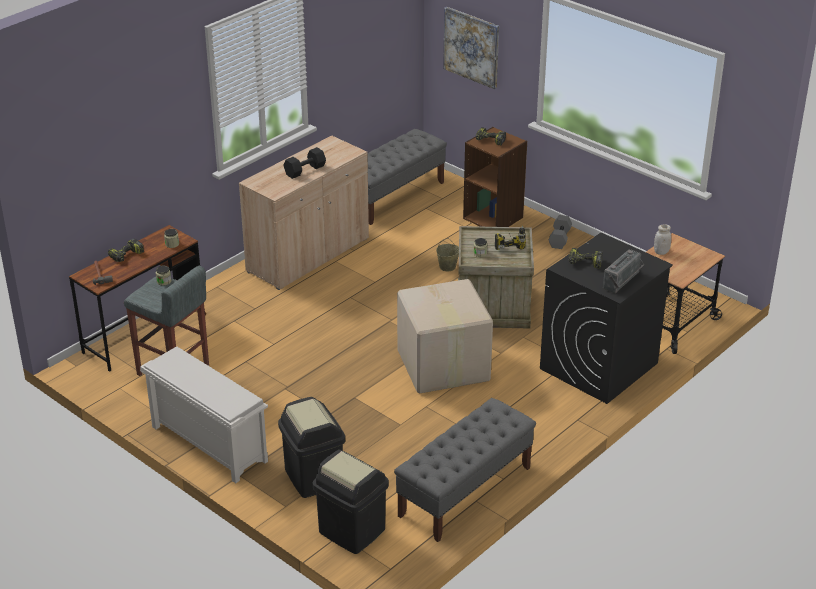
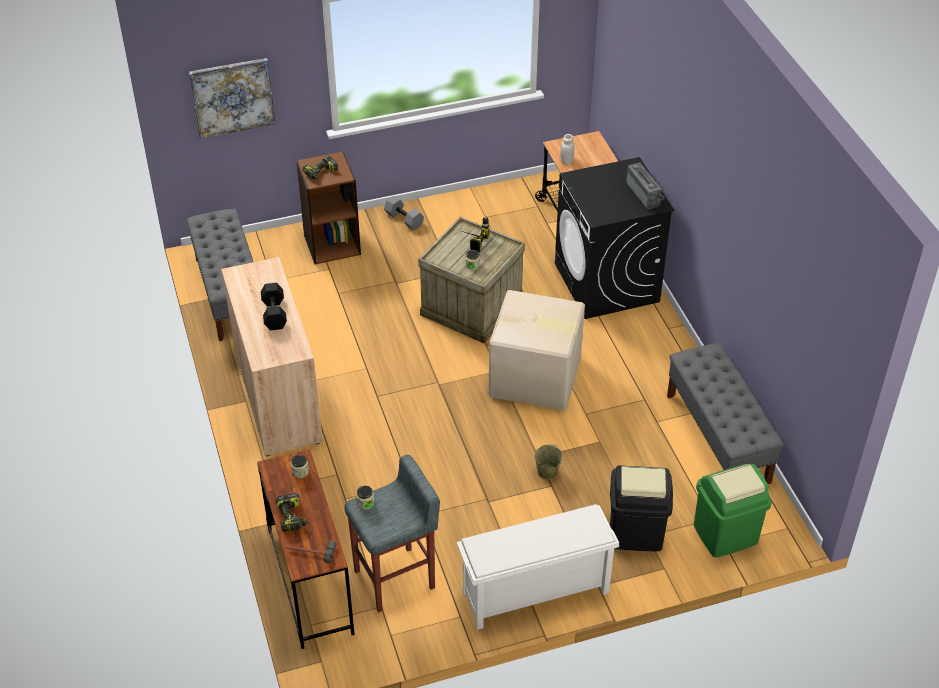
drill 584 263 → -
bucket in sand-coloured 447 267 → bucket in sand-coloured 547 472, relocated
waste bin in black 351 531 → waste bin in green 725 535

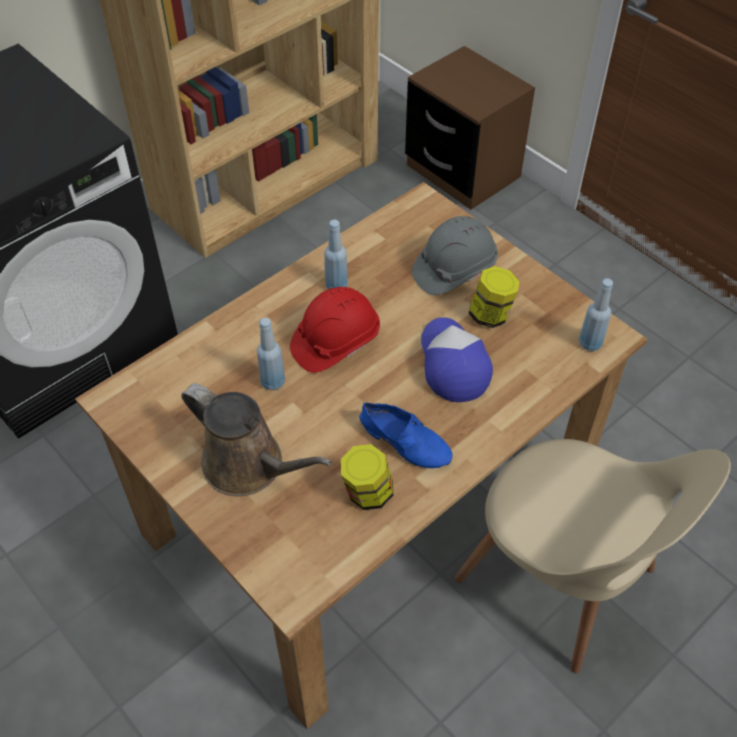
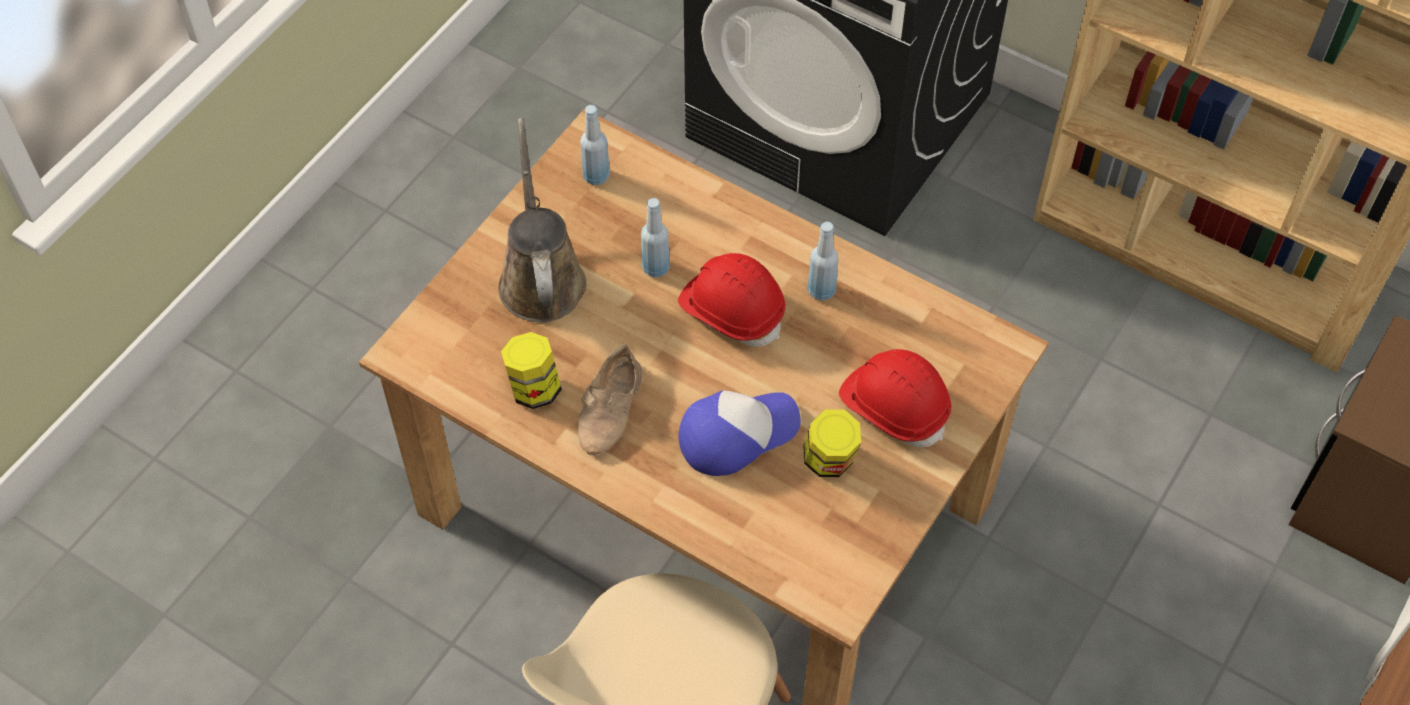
bottle in blue-coloured 590 343 → bottle in blue-coloured 596 176, relocated
low shoe in blue-coloured 406 440 → low shoe in sand-coloured 612 409
work helmet in grey 454 269 → work helmet in red 894 407
sprinkling can in brownish 249 466 → sprinkling can in brownish 541 277, 150 degrees clockwise

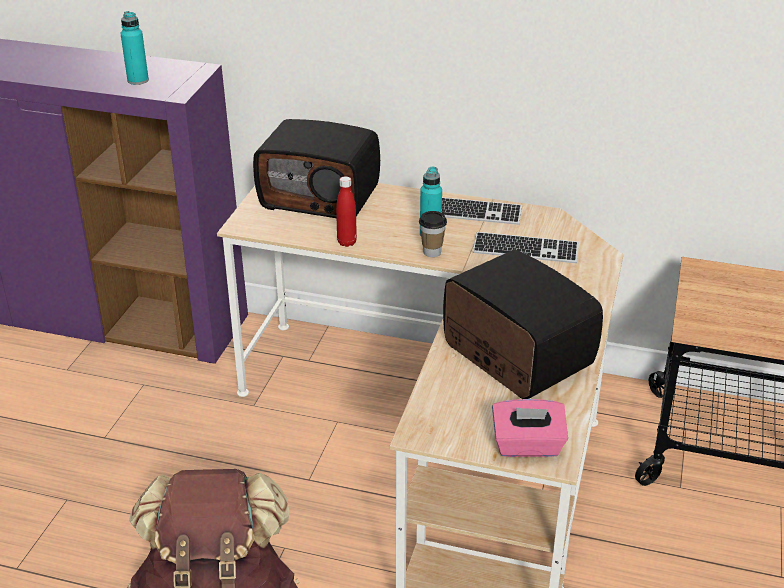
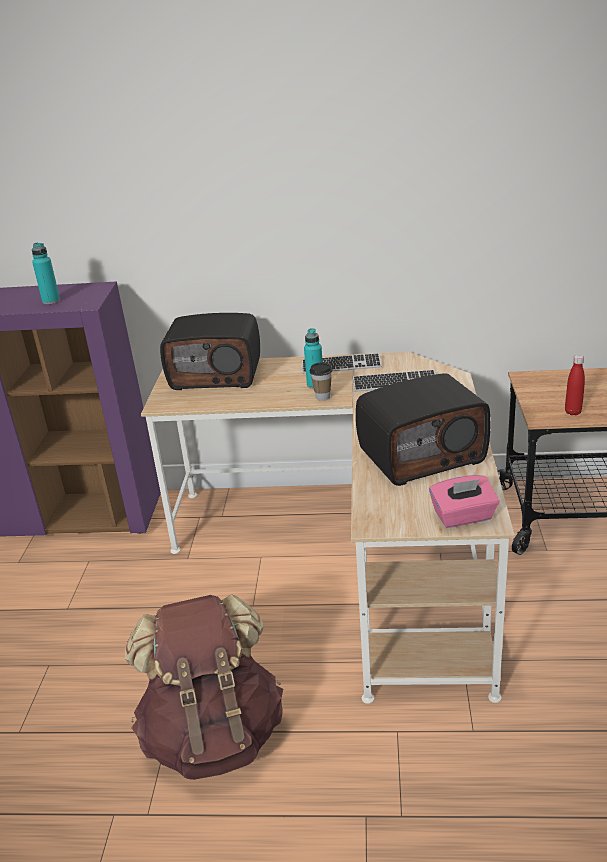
bottle in red 347 242 → bottle in red 573 412, relocated
radio set 514 356 → radio set 421 455, 120 degrees clockwise

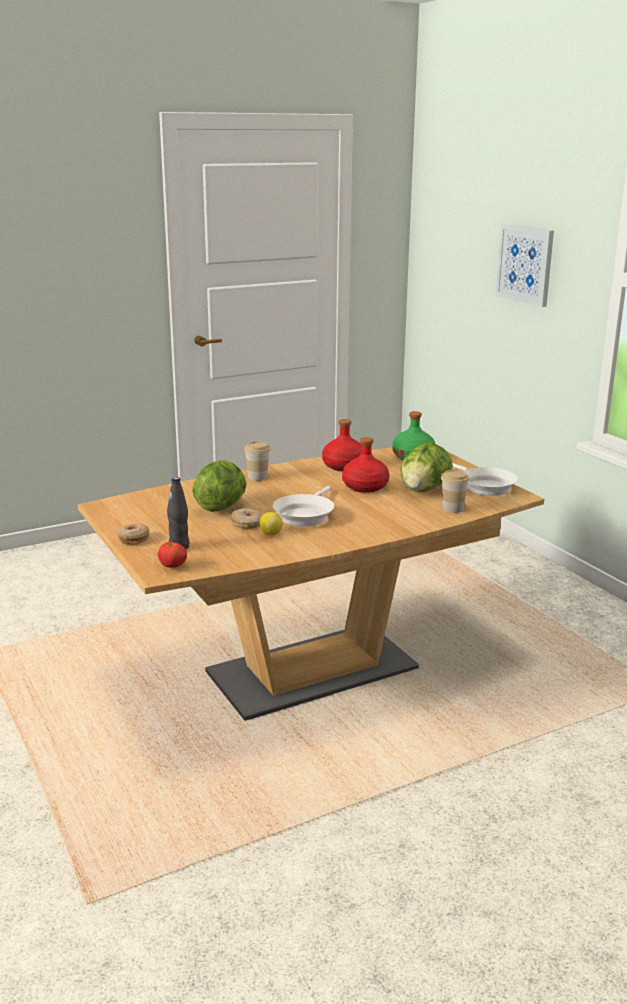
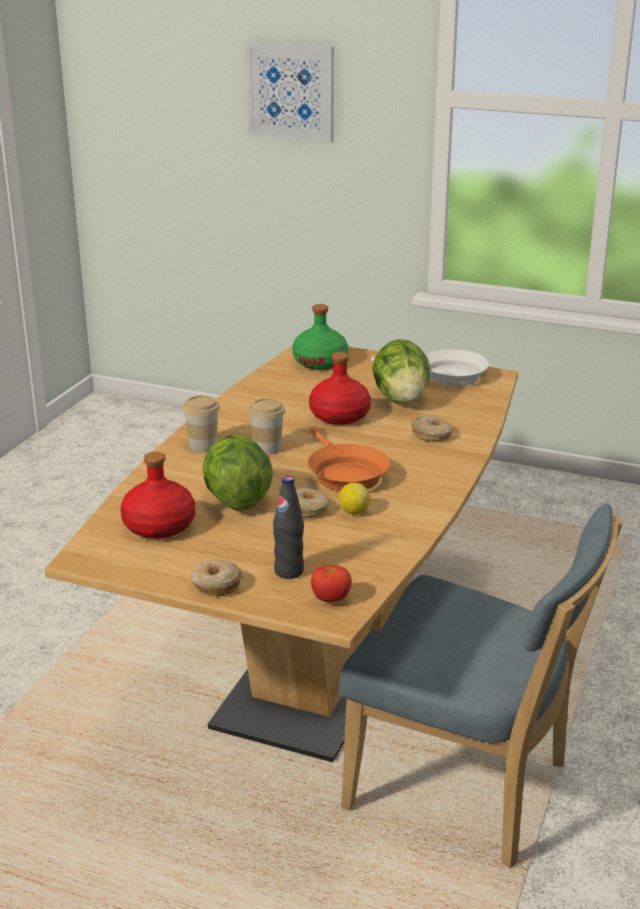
- → upright chair in blue-coloured 467 789
- → doughnut 432 435
bottle in red 344 466 → bottle in red 159 525, relocated
small cup 453 508 → small cup 267 448, relocated
pan in whitish 305 515 → pan in orange-coloured 344 474

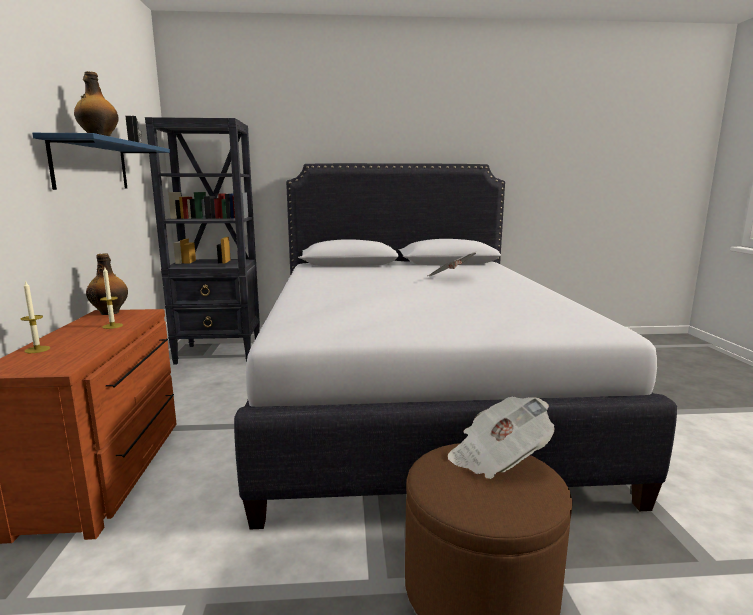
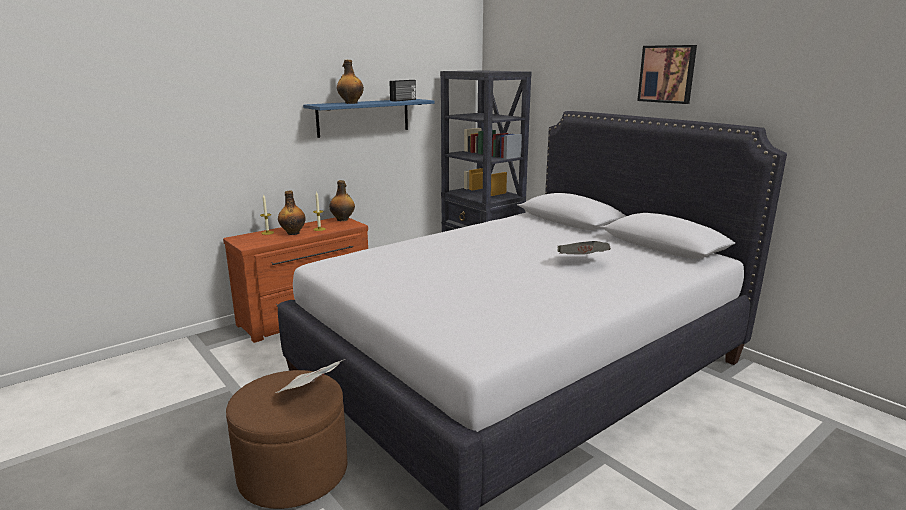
- → bottle 293 233
- → picture 667 74

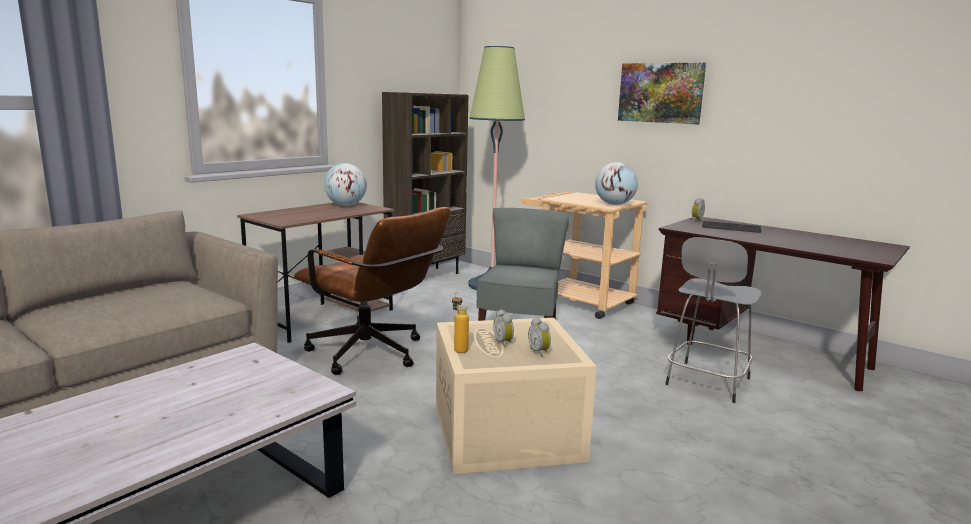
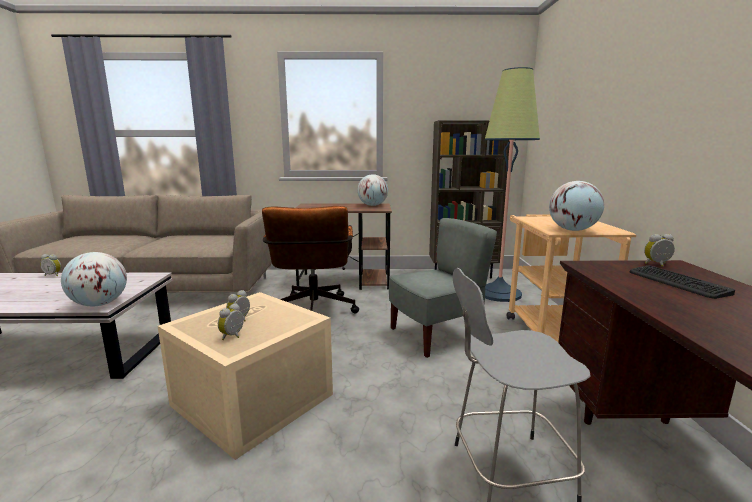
bottle 458 348 → -
picture 660 93 → -
- → table clock 53 275
- → desk globe 99 304

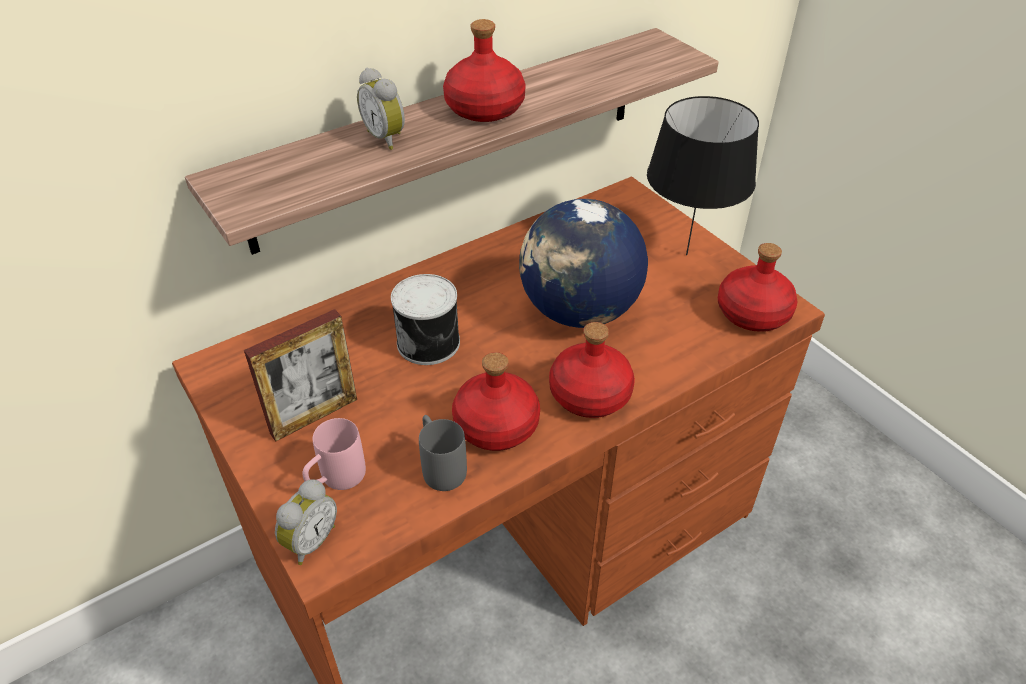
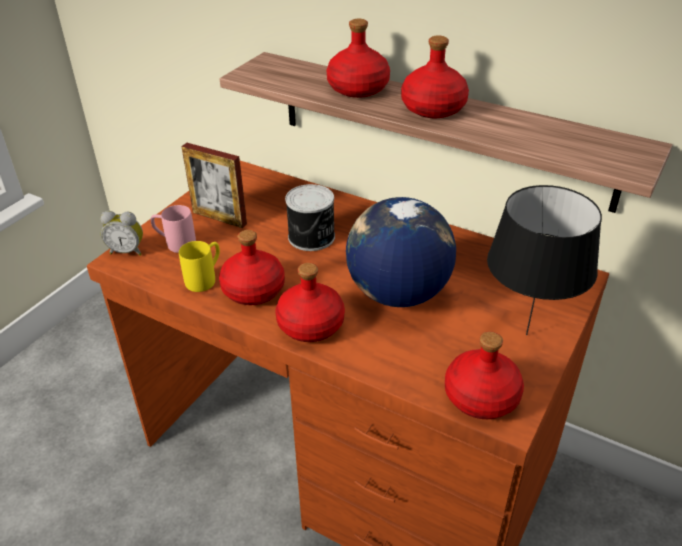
table clock 387 138 → bottle in red 358 89
tea mug in grey 440 466 → tea mug in yellow-coloured 205 278

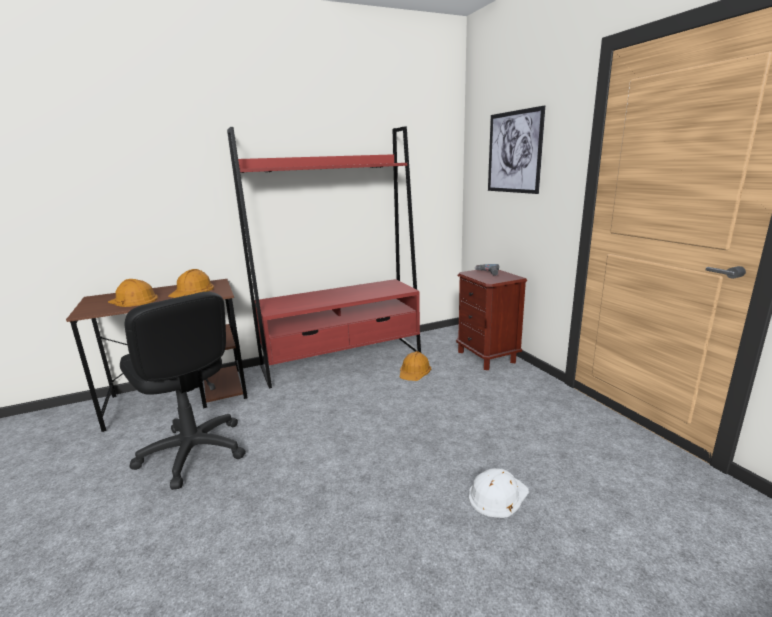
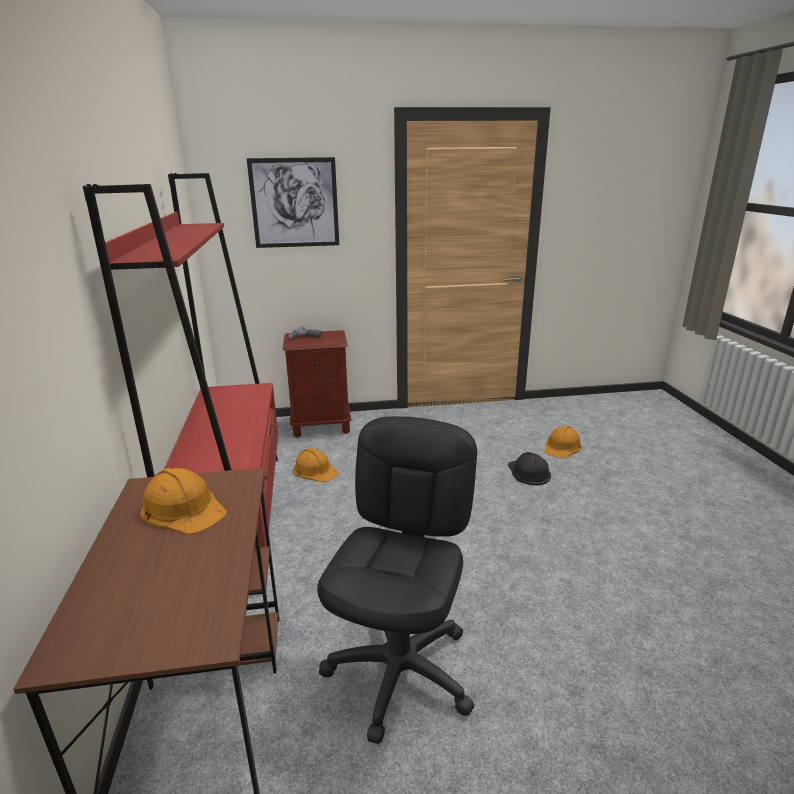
work helmet in orange-coloured 133 300 → work helmet in orange-coloured 562 447, relocated
work helmet in whitish 497 495 → work helmet in black 528 472
office chair in black 193 452 → office chair in black 401 671, 45 degrees counterclockwise

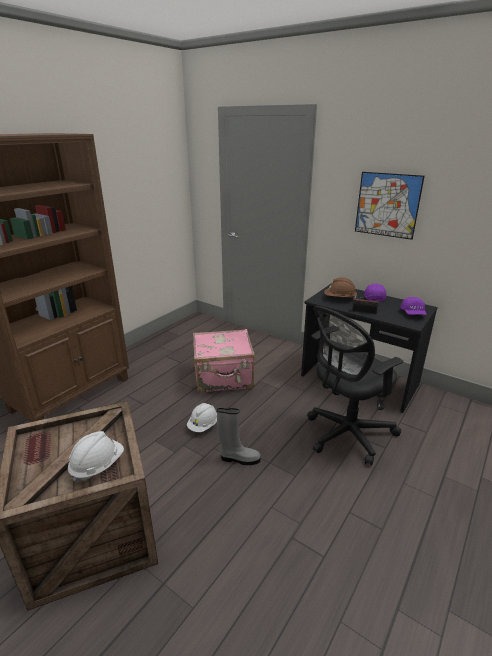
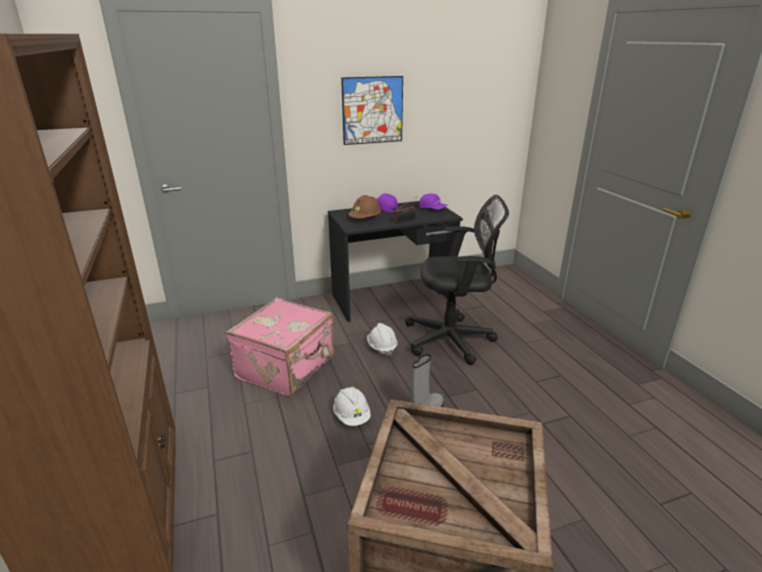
work helmet in whitish 97 465 → work helmet in whitish 381 347, relocated
office chair in black 346 435 → office chair in black 453 340, 90 degrees counterclockwise

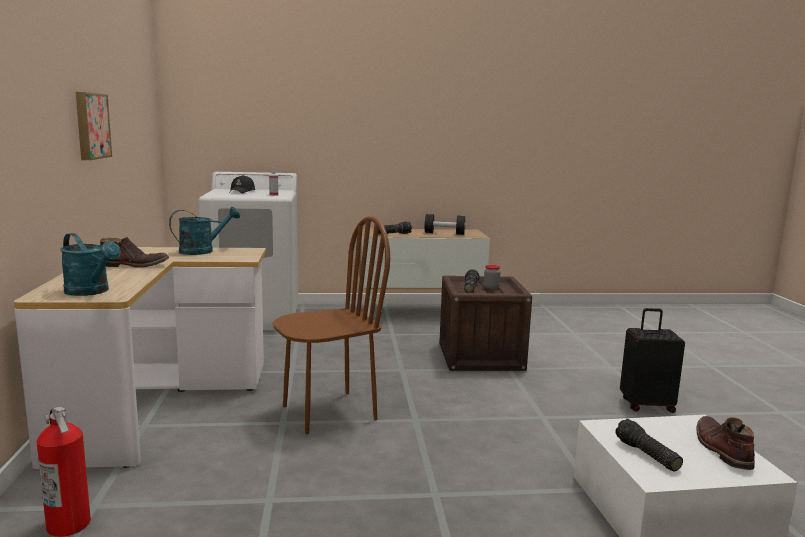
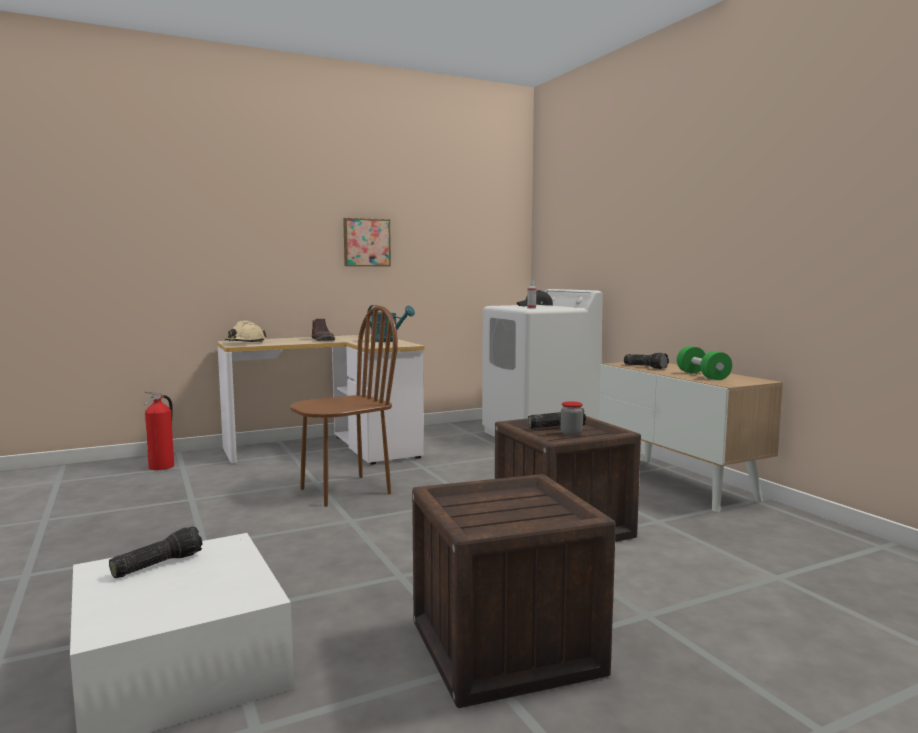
tall boot in brownish 721 449 → -
sprinkling can in turquoise 91 292 → work helmet in sand-coloured 245 343
travel case in black 646 405 → packing crate 505 648
free weight in black 444 233 → free weight in green 702 376
upright chair in brownish 329 412 → upright chair in brownish 345 491, 75 degrees counterclockwise

